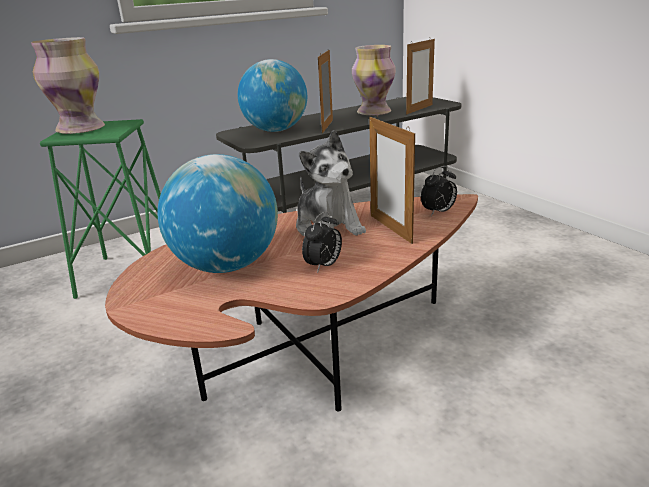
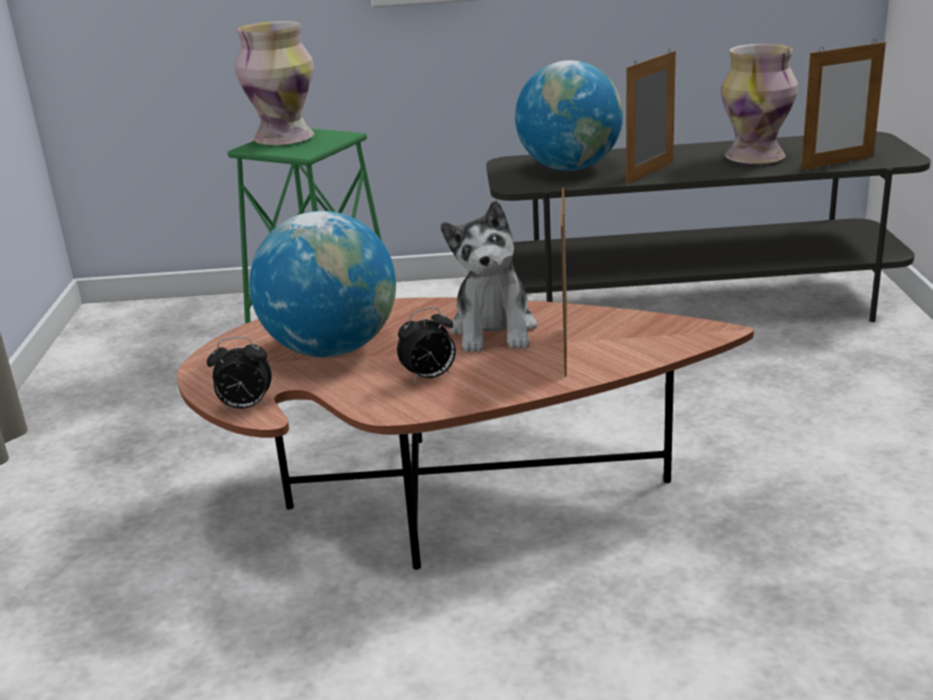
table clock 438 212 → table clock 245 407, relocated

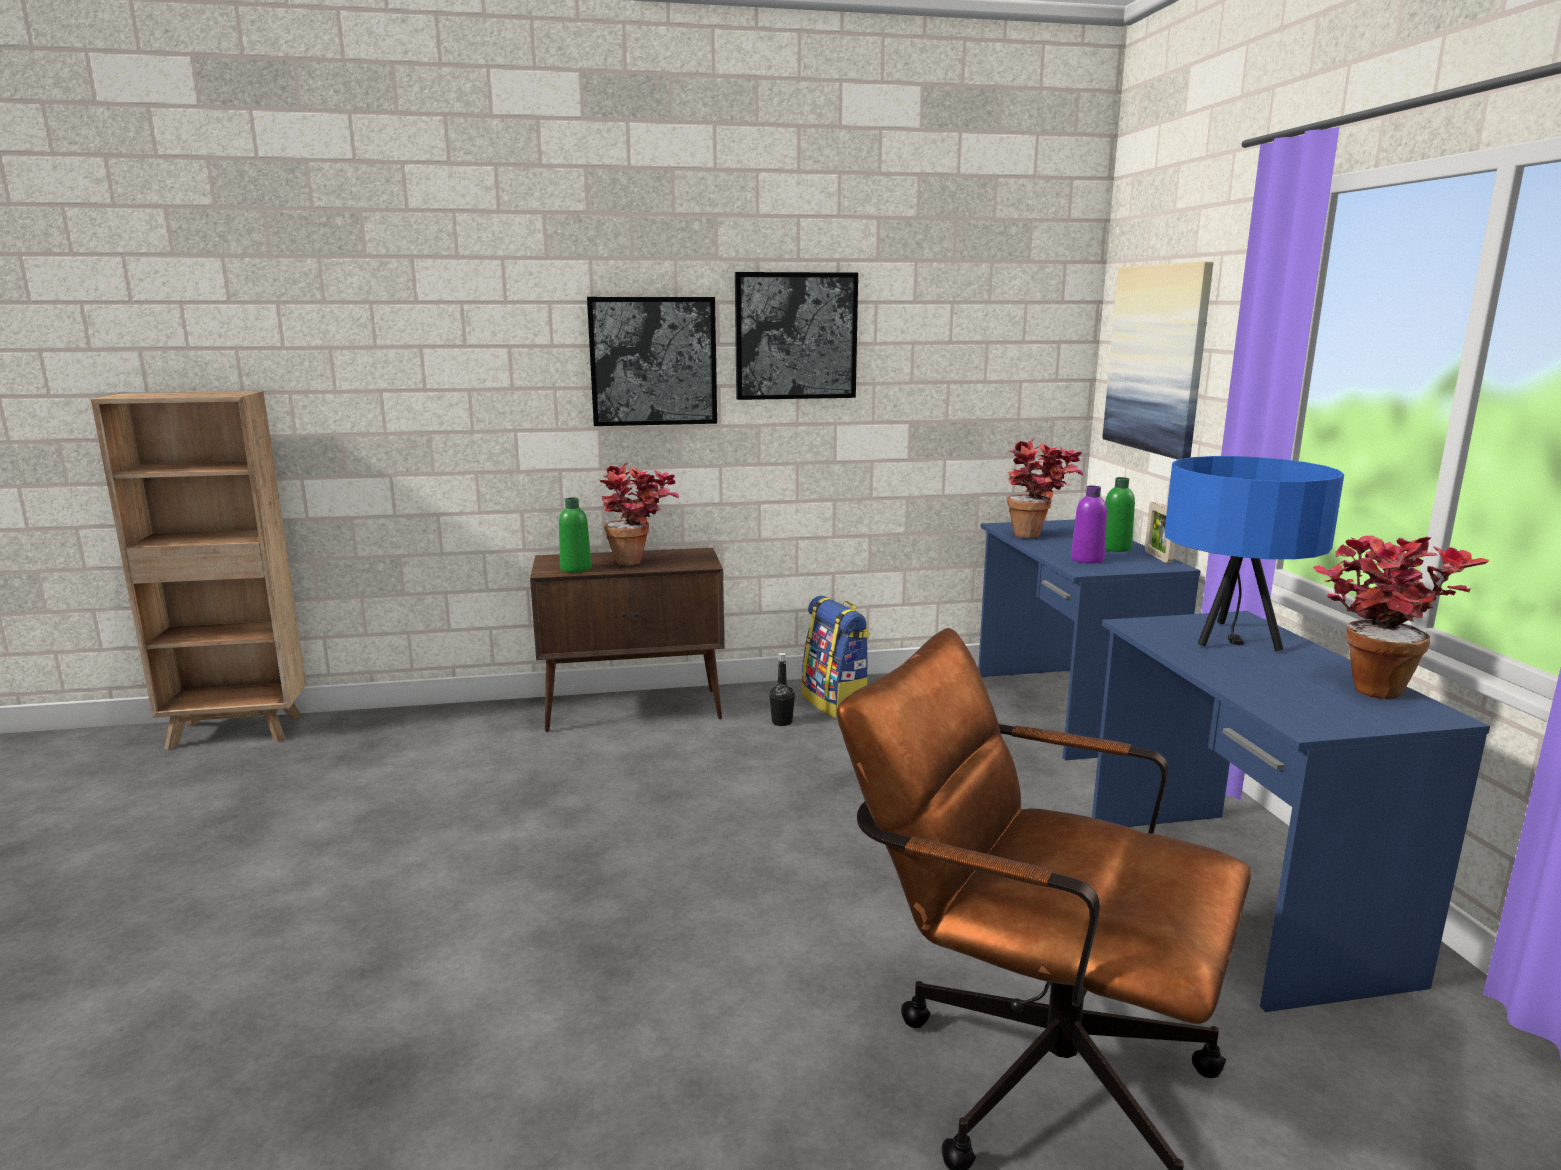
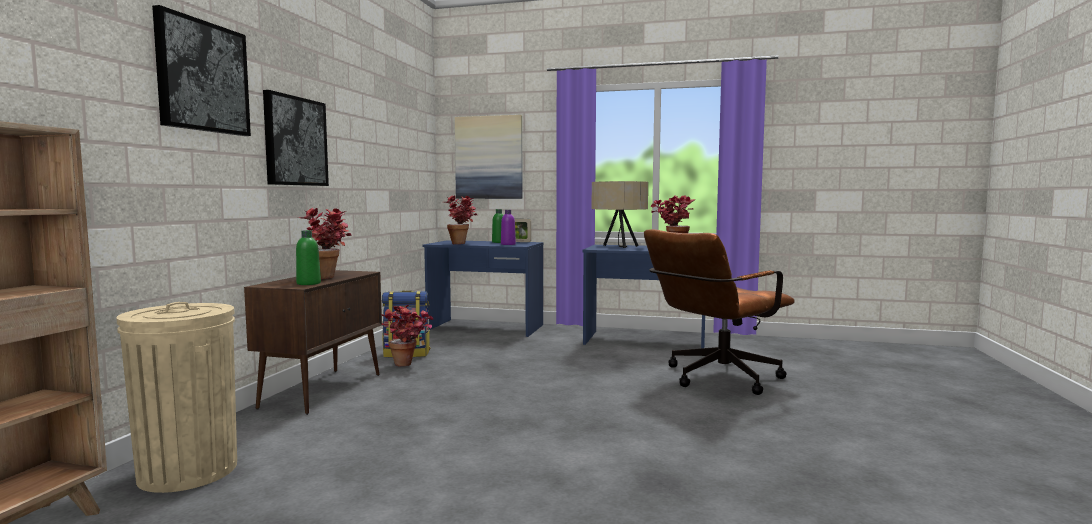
- → waste bin in sand-coloured 188 471
picture 795 336 → picture 202 77, relocated
bottle in black 782 722 → plant in a pot 408 365
tabletop lamp in blue-coloured 1232 637 → tabletop lamp in sand-coloured 619 246

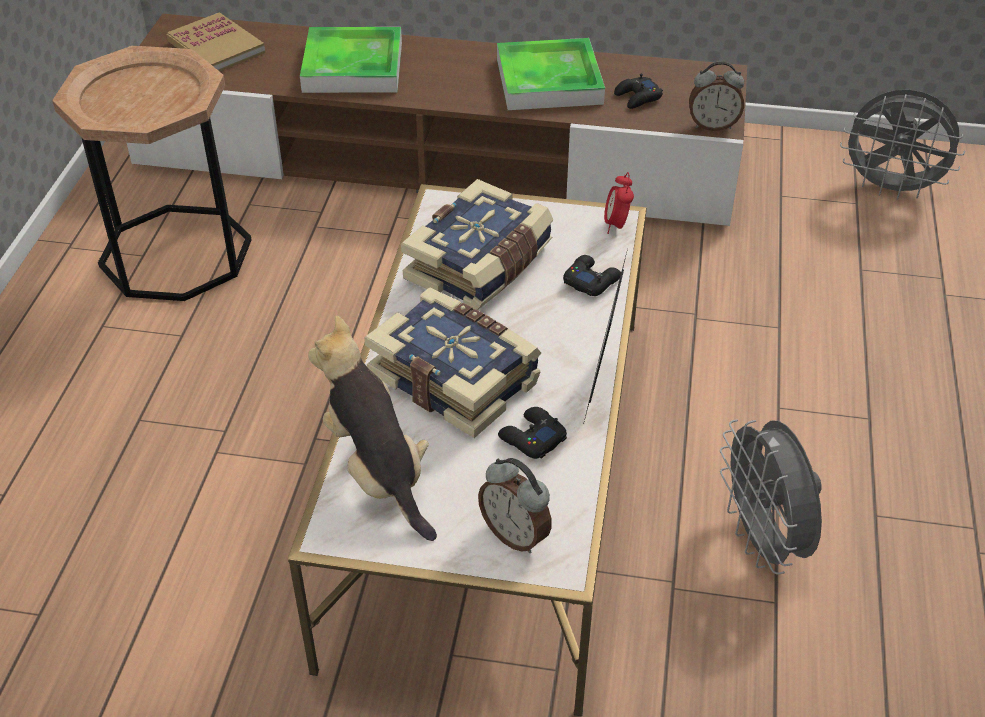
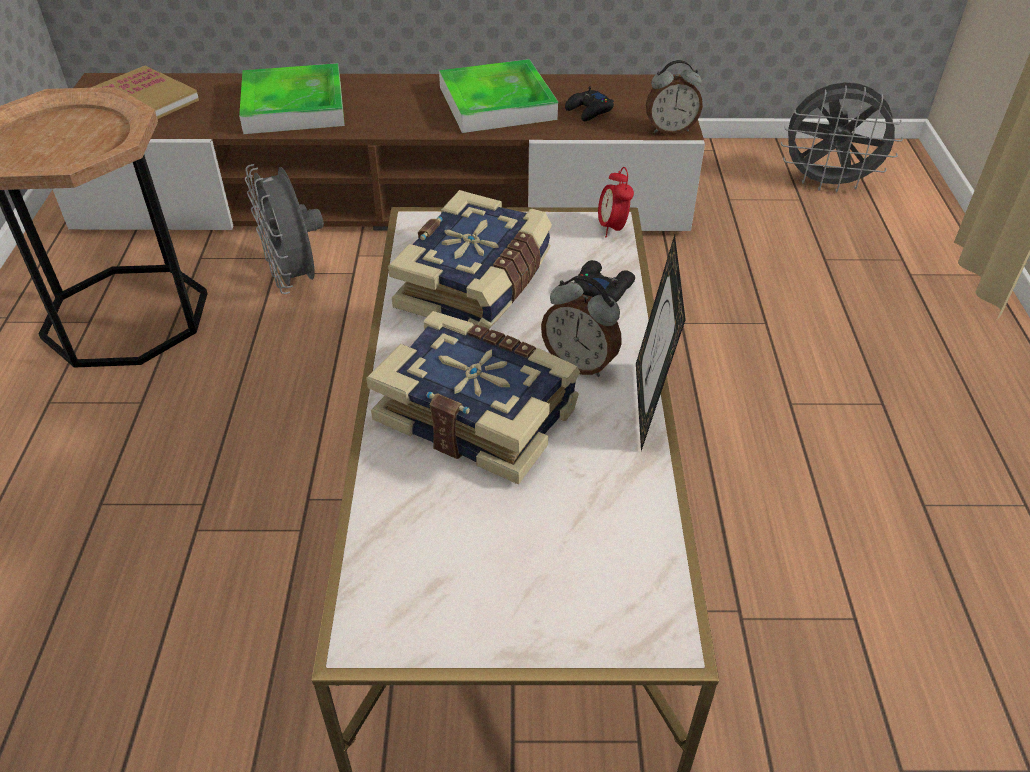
cuddly toy 378 471 → -
joypad in black 531 438 → -
table clock 515 535 → table clock 580 363, relocated
cooling fan in grey 763 541 → cooling fan in grey 295 279, relocated

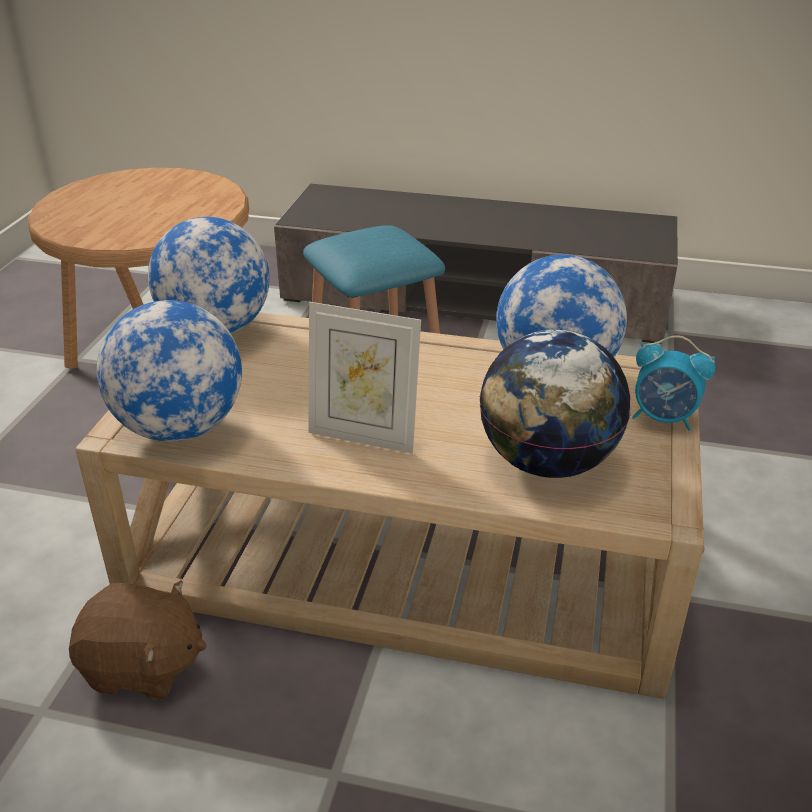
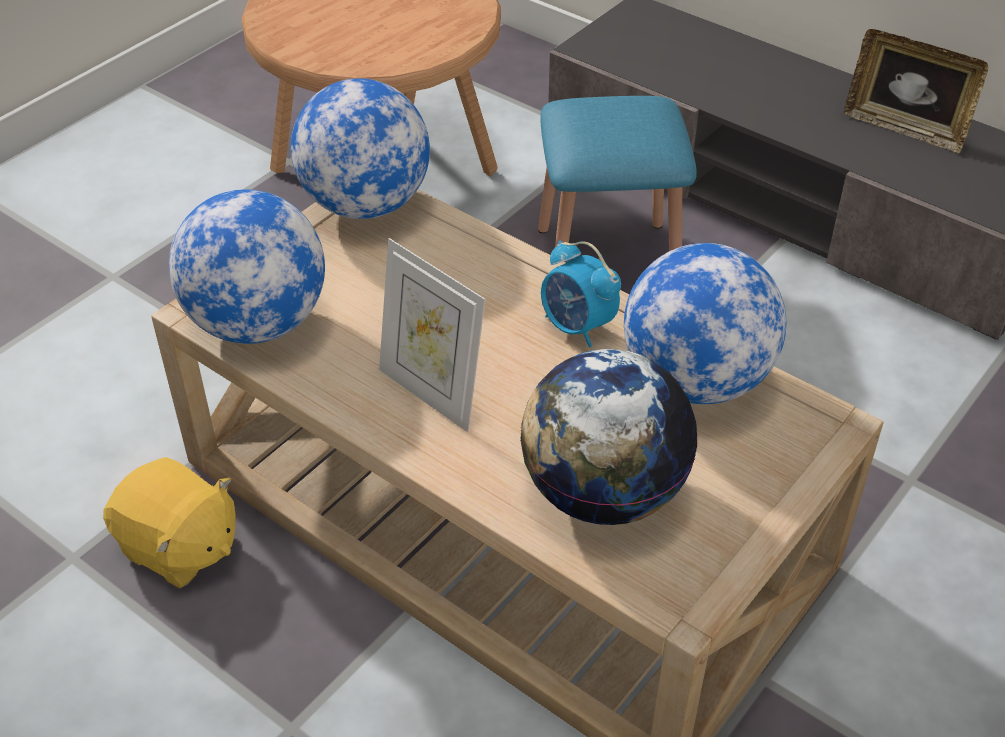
- → picture frame 904 128
table clock 664 418 → table clock 577 327, relocated
cuddly toy in brownish 143 667 → cuddly toy in yellow-coloured 179 547

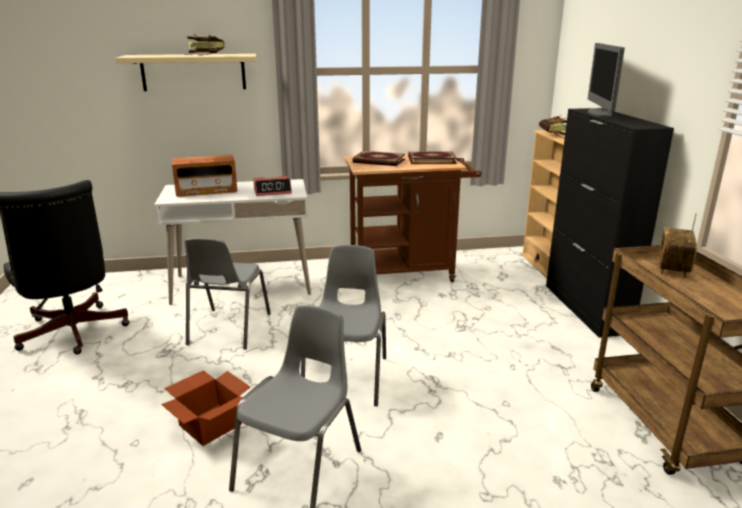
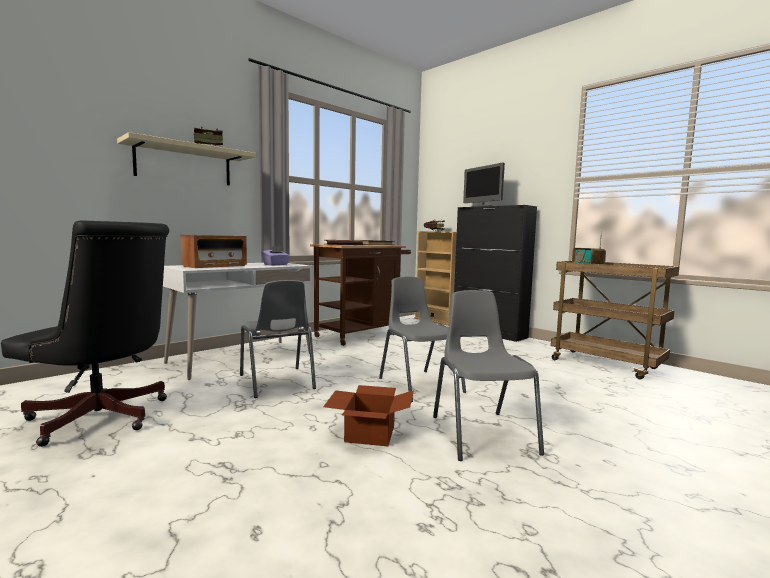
table clock 273 191 → tissue box in purple 276 264

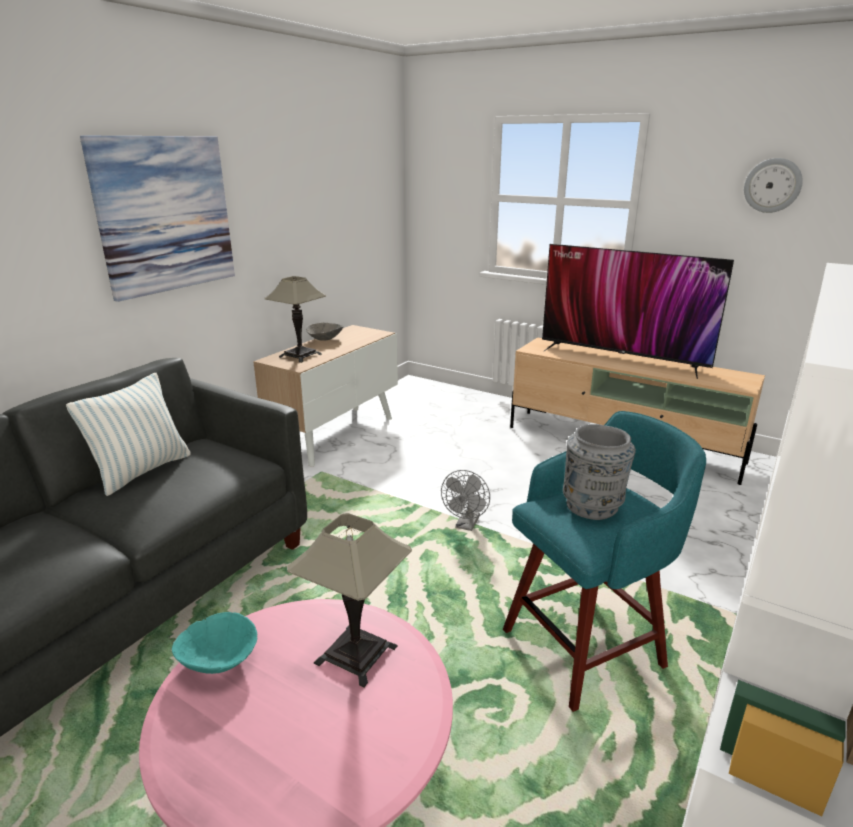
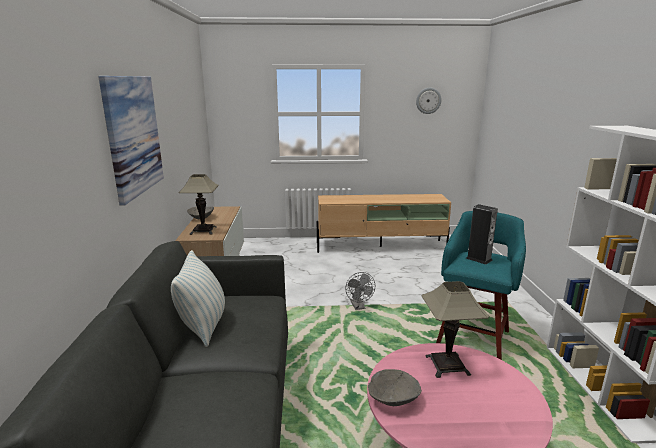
television 622 358 → -
flower vase in grey 593 506 → audio speaker 479 259
deep dish in turquoise 218 661 → deep dish in grey 393 400

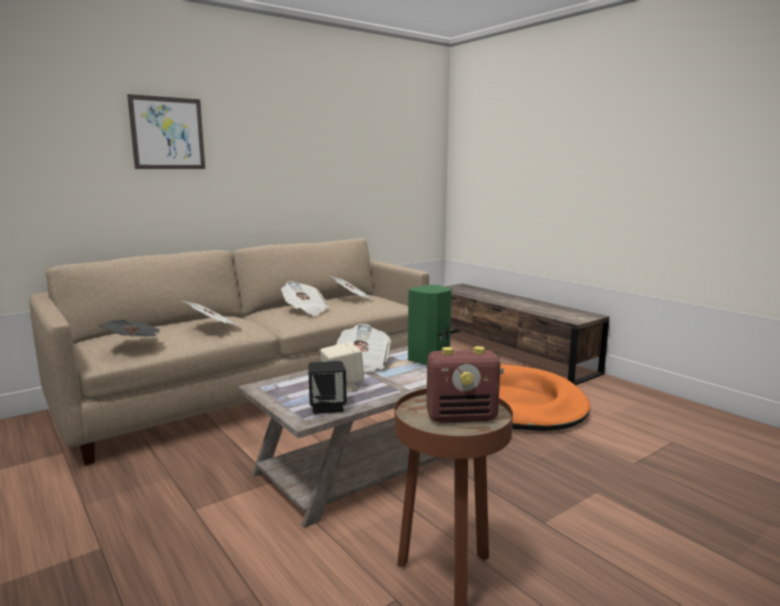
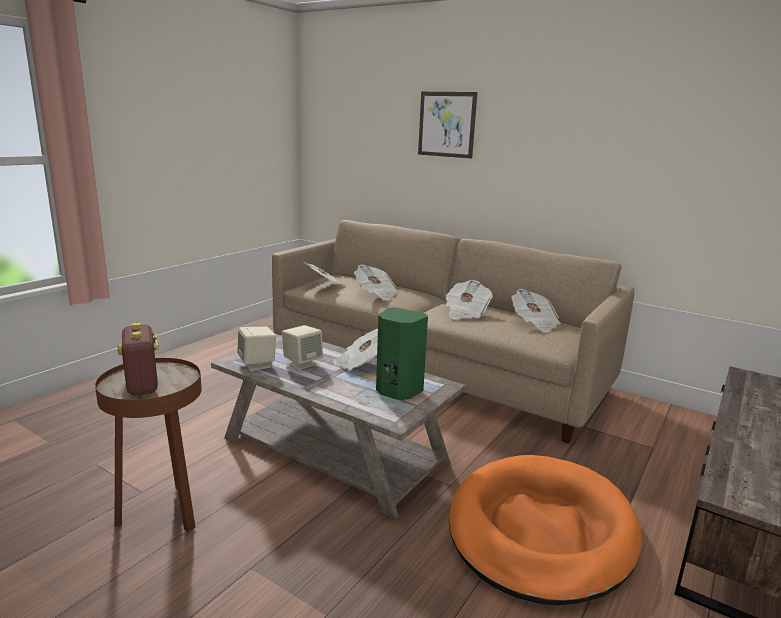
audio speaker in black 327 406 → audio speaker in sand-coloured 257 364

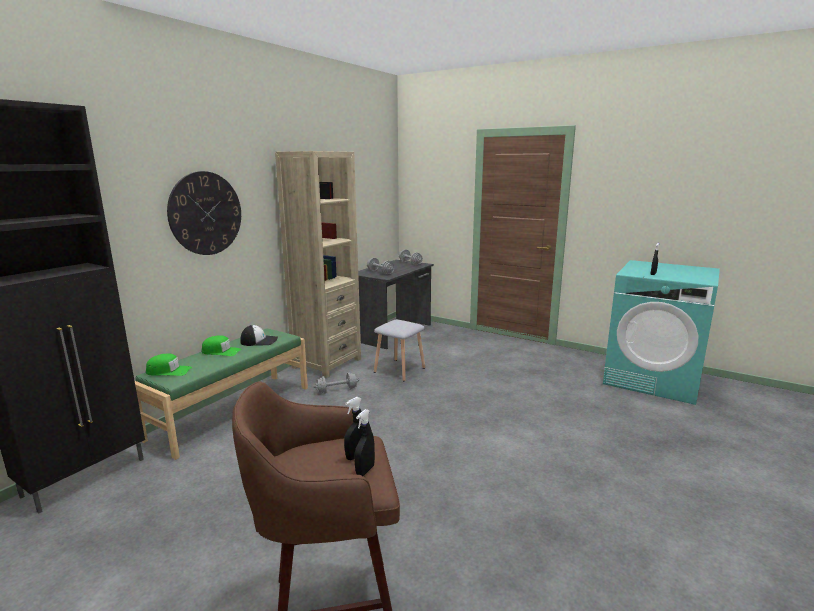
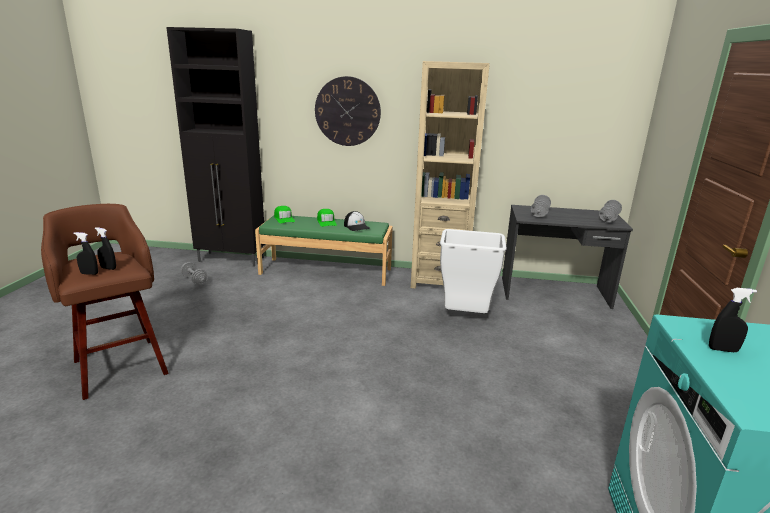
free weight in grey 337 390 → free weight in grey 195 280, relocated
sitting stool in grey 399 369 → waste bin in whitish 465 317

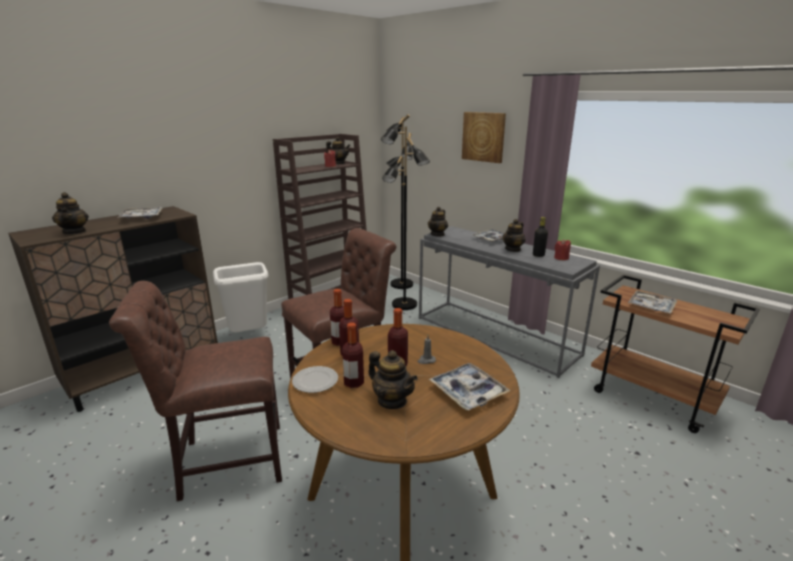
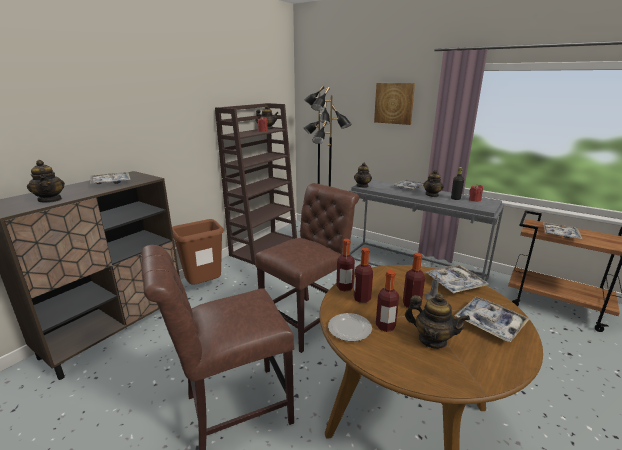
- → tray 455 283
waste bin in whitish 249 336 → waste bin in brownish 204 286

